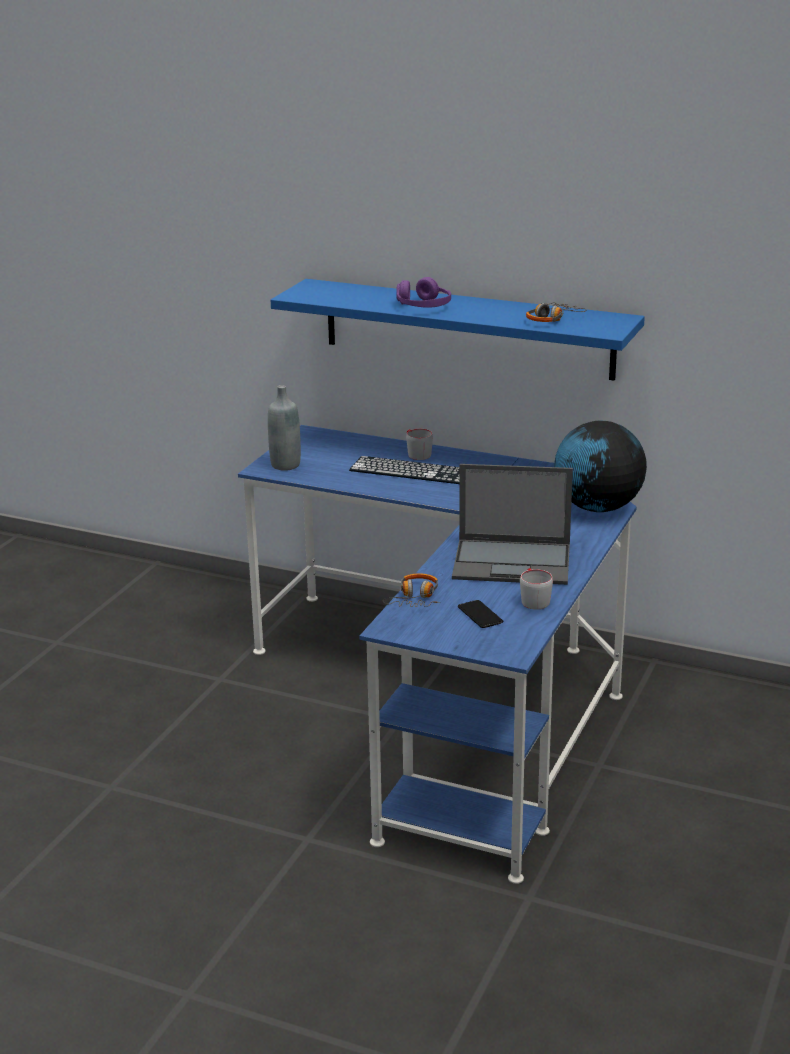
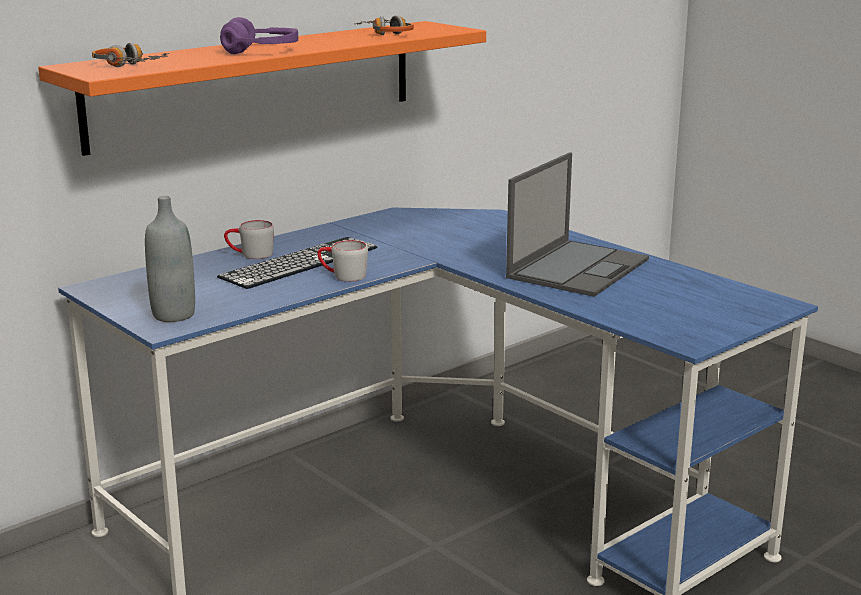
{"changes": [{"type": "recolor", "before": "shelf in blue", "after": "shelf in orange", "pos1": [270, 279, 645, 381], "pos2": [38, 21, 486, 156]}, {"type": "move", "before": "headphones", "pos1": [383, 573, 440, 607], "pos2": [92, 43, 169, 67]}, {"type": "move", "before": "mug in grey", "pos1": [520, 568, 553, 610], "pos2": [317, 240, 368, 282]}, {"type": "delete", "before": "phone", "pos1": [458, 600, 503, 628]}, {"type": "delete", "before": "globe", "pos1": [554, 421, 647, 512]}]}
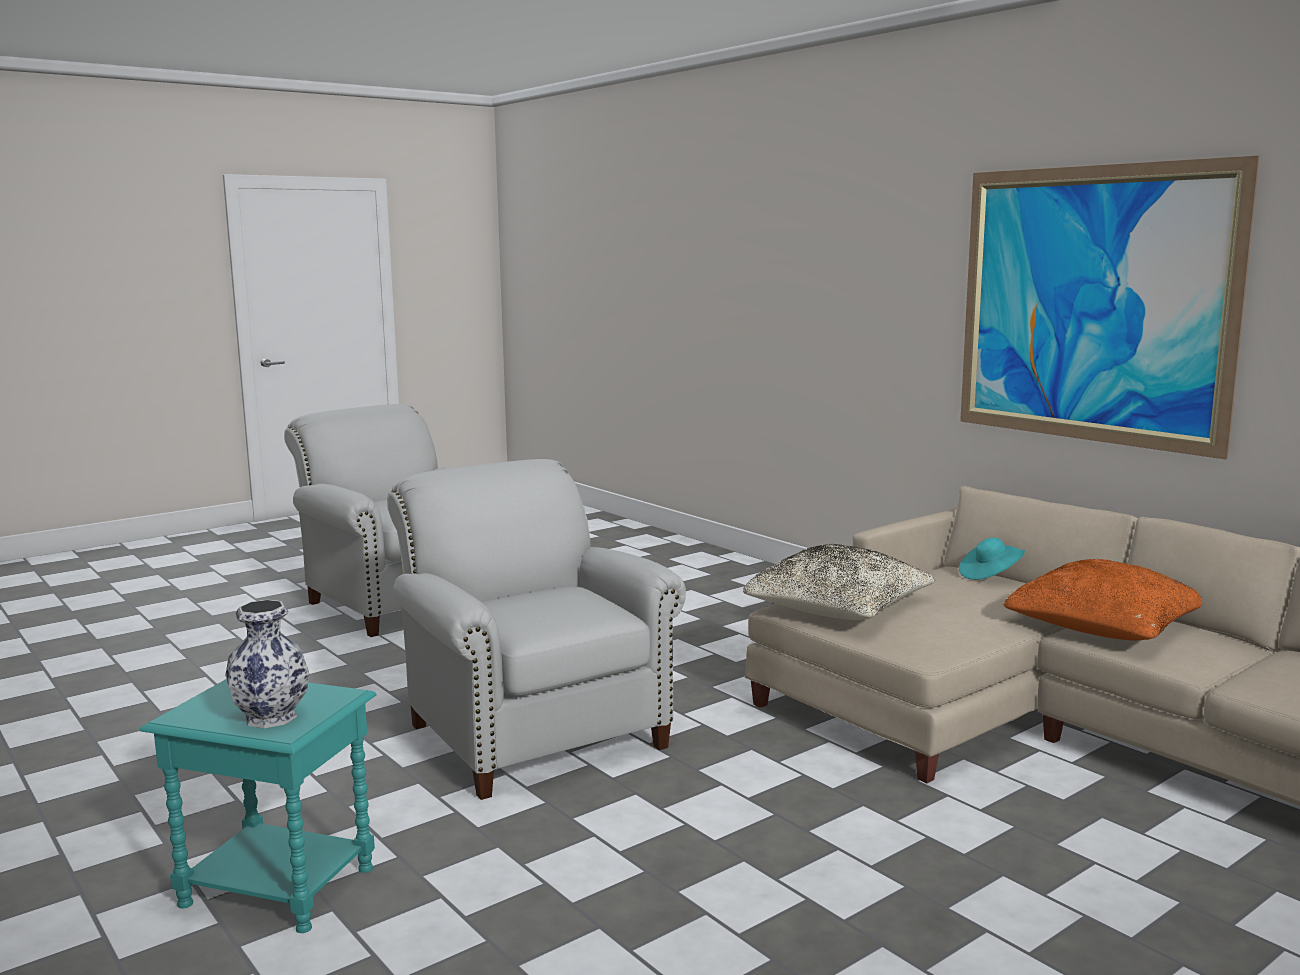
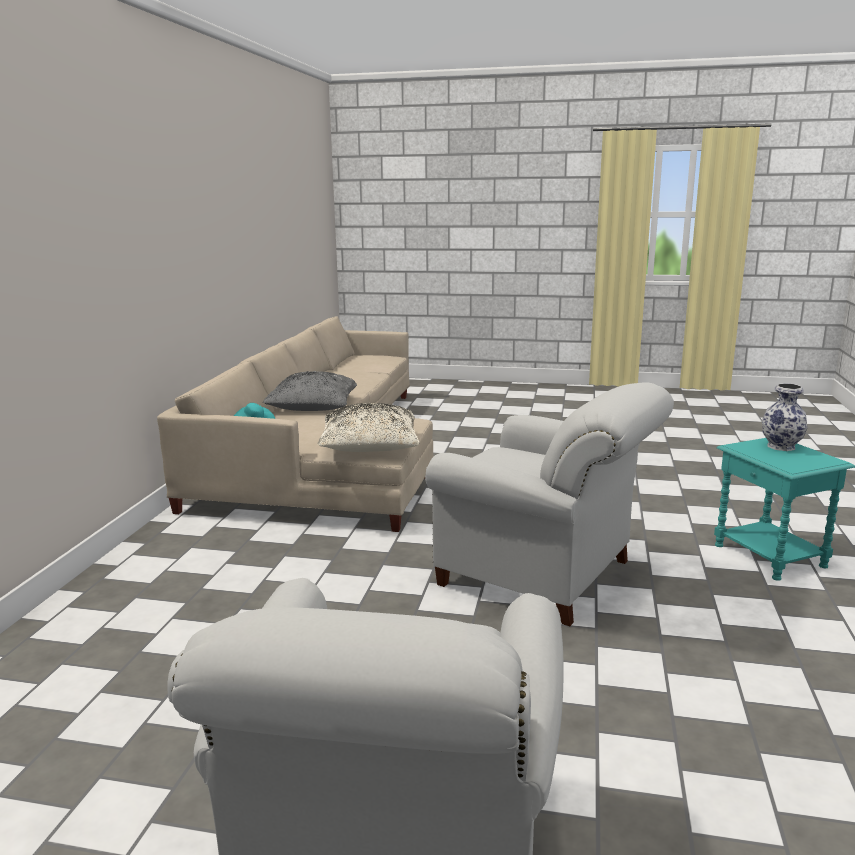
{"changes": [{"type": "recolor", "before": "pillow in orange", "after": "pillow in grey", "pos1": [1004, 559, 1202, 641], "pos2": [262, 371, 357, 411]}, {"type": "rotate", "before": "armchair in white", "pos1": [387, 459, 686, 800], "pos2": [425, 382, 674, 626], "turn": -75}, {"type": "delete", "before": "picture", "pos1": [960, 155, 1260, 460]}]}
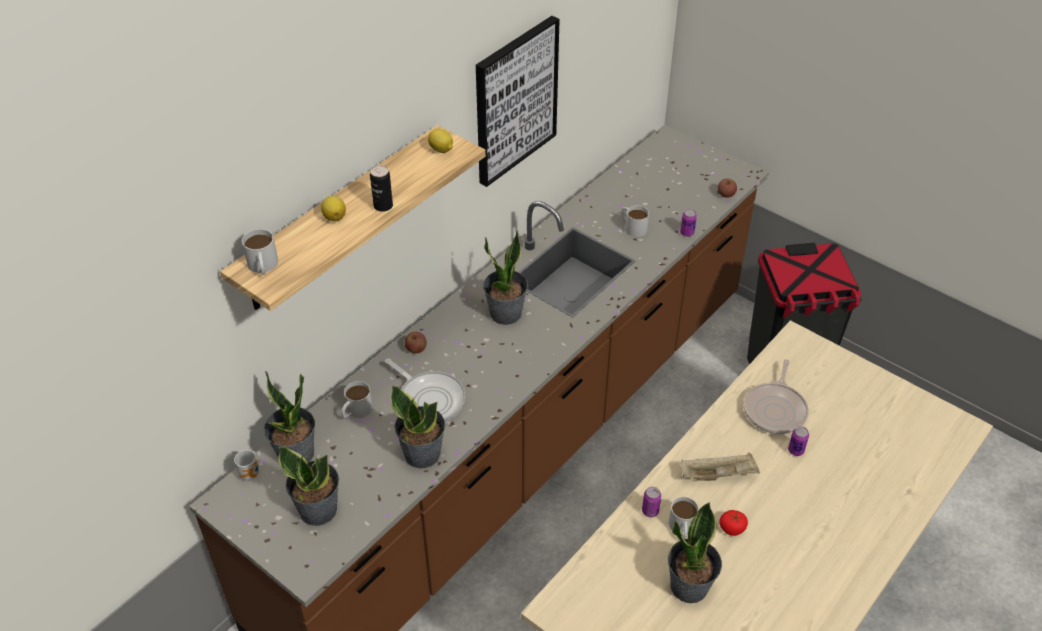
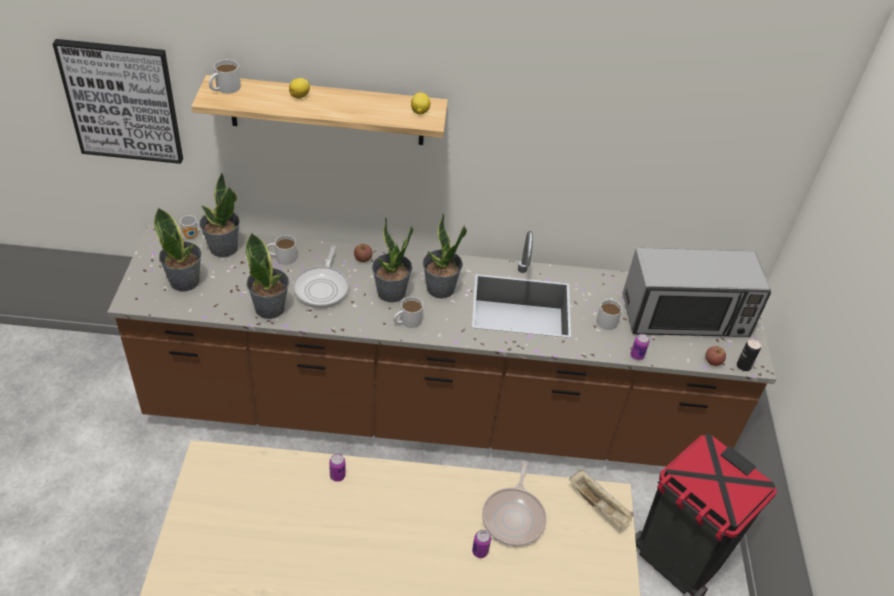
{"changes": [{"type": "move", "before": "picture", "pos1": [476, 16, 560, 187], "pos2": [52, 39, 183, 164]}, {"type": "move", "before": "potted plant", "pos1": [668, 502, 722, 603], "pos2": [372, 217, 414, 302]}, {"type": "move", "before": "mug in white", "pos1": [669, 497, 699, 539], "pos2": [394, 297, 423, 328]}, {"type": "rotate", "before": "frying pan", "pos1": [744, 359, 809, 434], "pos2": [482, 461, 547, 546], "turn": -60}, {"type": "move", "before": "tray in beige", "pos1": [680, 452, 760, 481], "pos2": [569, 470, 634, 530]}, {"type": "insert", "after": "microwave", "pos2": [623, 248, 771, 337]}, {"type": "move", "before": "can", "pos1": [370, 165, 393, 212], "pos2": [737, 339, 762, 371]}, {"type": "delete", "before": "tomato", "pos1": [719, 510, 748, 536]}]}
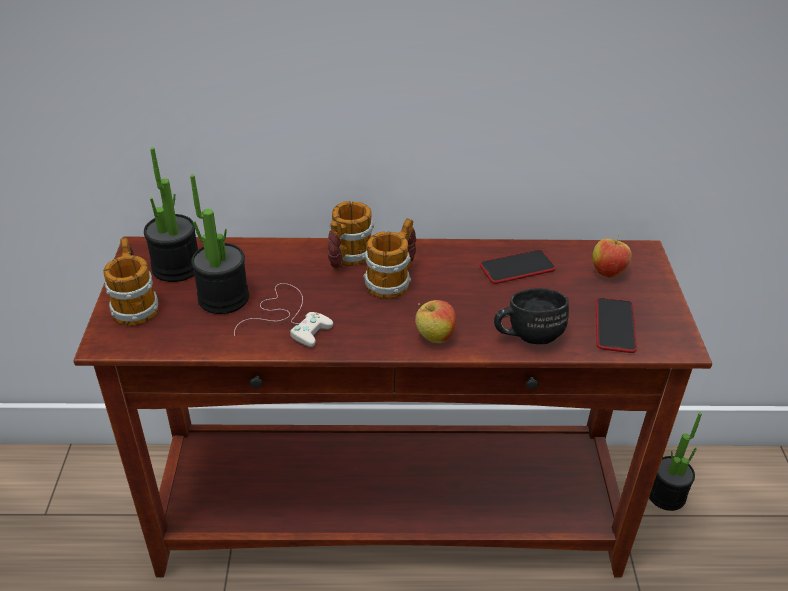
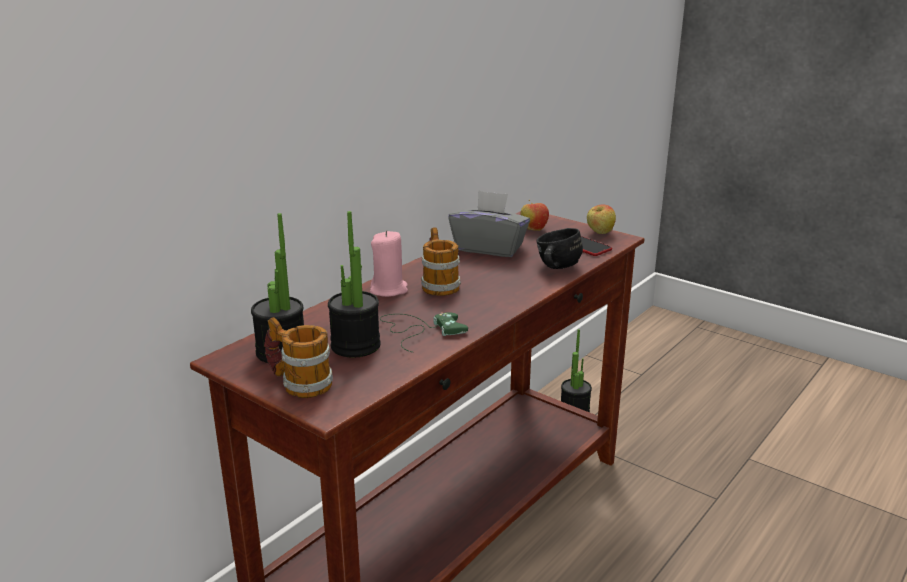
{"changes": [{"type": "replace", "before": "mug", "after": "candle in pink", "pos1": [328, 201, 374, 270], "pos2": [370, 230, 408, 297]}, {"type": "recolor", "before": "game controller in white", "after": "game controller in green", "pos1": [234, 283, 333, 347], "pos2": [380, 312, 468, 353]}, {"type": "replace", "before": "phone", "after": "tissue box in grey", "pos1": [480, 249, 556, 284], "pos2": [448, 190, 530, 257]}, {"type": "move", "before": "apple", "pos1": [415, 300, 456, 343], "pos2": [587, 205, 616, 234]}]}
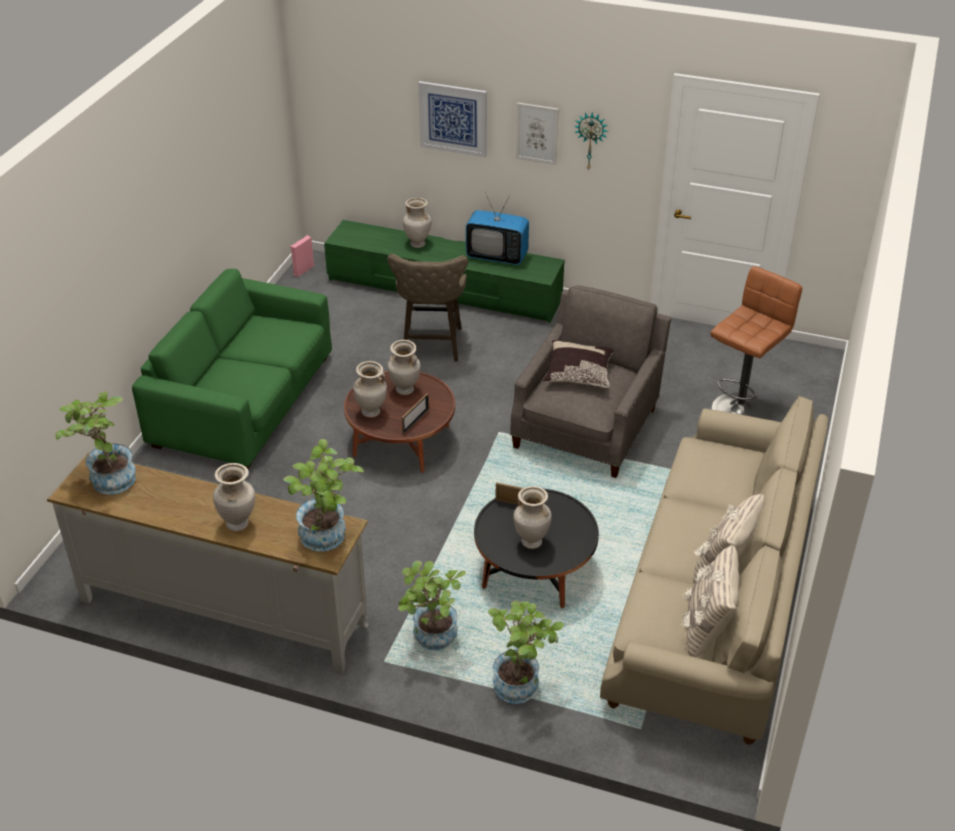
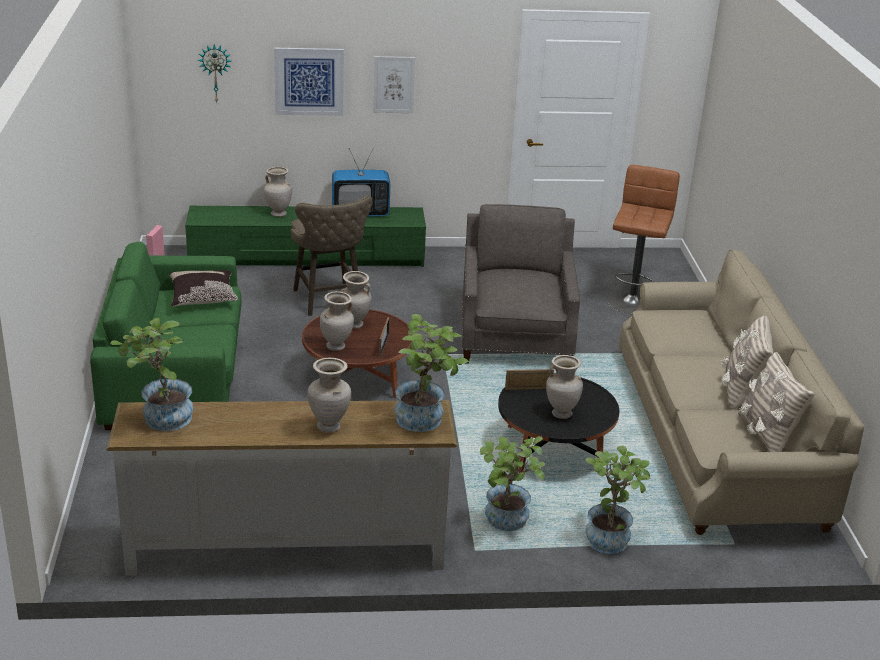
{"changes": [{"type": "move", "before": "pillow", "pos1": [543, 340, 614, 388], "pos2": [169, 270, 238, 306]}, {"type": "move", "before": "wall clock", "pos1": [574, 112, 609, 171], "pos2": [198, 44, 231, 104]}]}
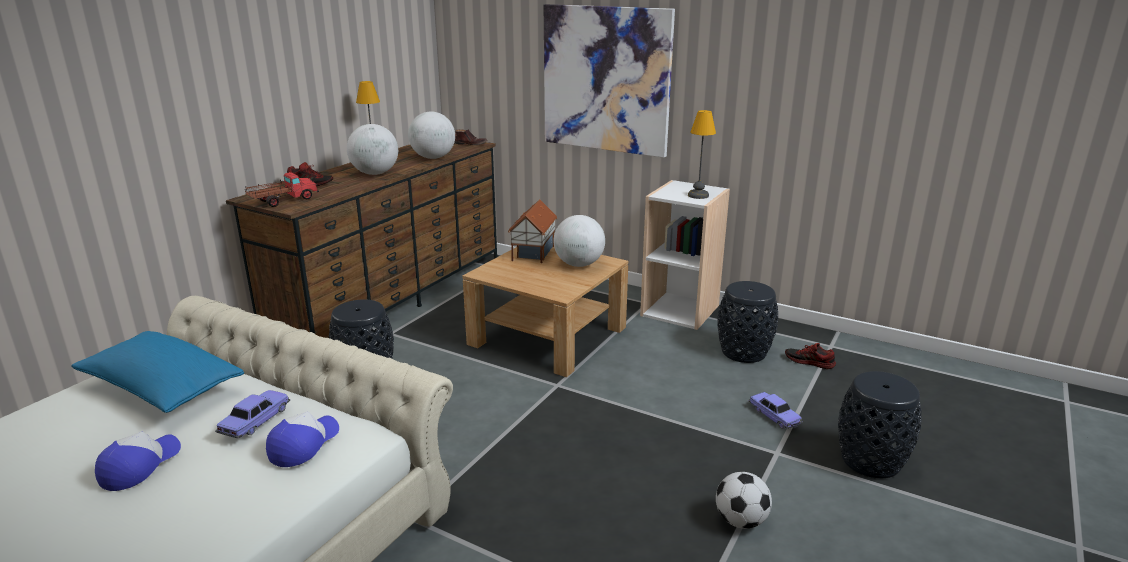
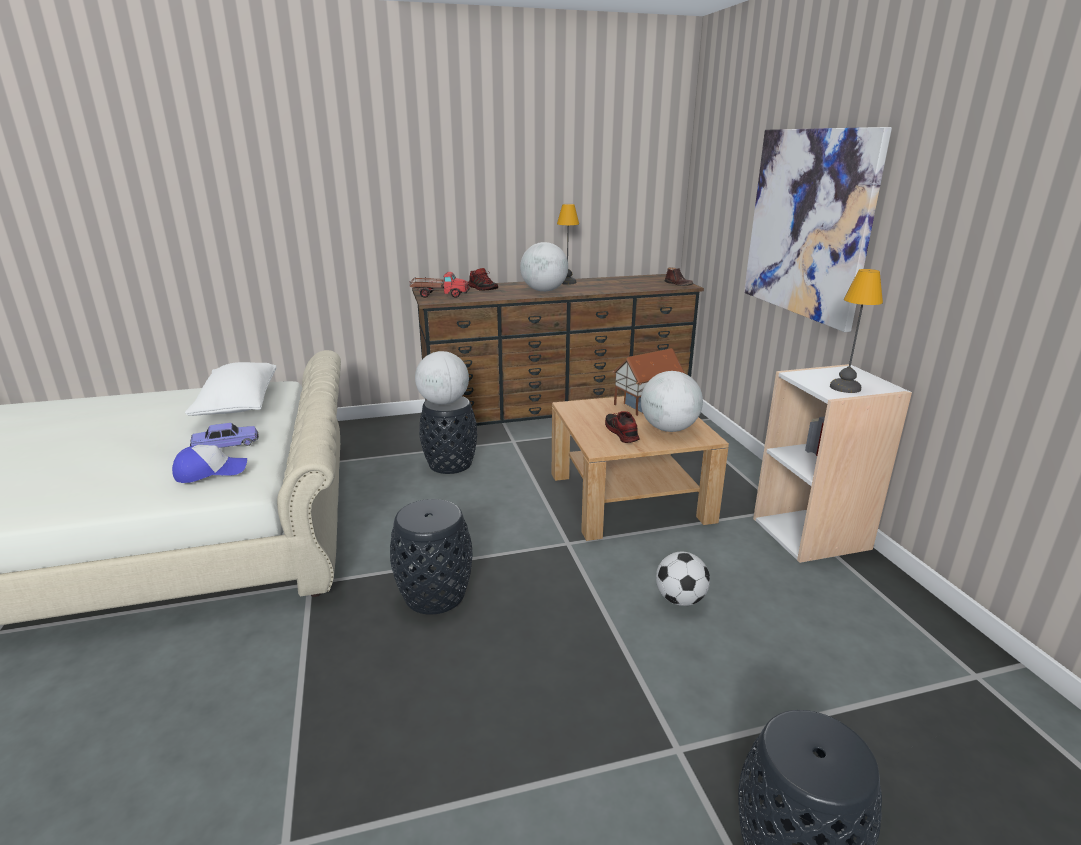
{"changes": [{"type": "recolor", "before": "pillow in blue", "after": "pillow in white", "pos1": [71, 331, 244, 413], "pos2": [185, 362, 277, 416]}, {"type": "move", "before": "stool in black", "pos1": [717, 281, 778, 363], "pos2": [390, 499, 472, 615]}, {"type": "move", "before": "globe", "pos1": [408, 112, 455, 159], "pos2": [415, 351, 469, 405]}, {"type": "move", "before": "shoe", "pos1": [785, 343, 836, 369], "pos2": [605, 411, 640, 443]}, {"type": "move", "before": "football", "pos1": [716, 472, 772, 529], "pos2": [656, 552, 710, 606]}, {"type": "delete", "before": "cap", "pos1": [95, 432, 181, 491]}, {"type": "delete", "before": "toy car", "pos1": [748, 392, 803, 429]}]}
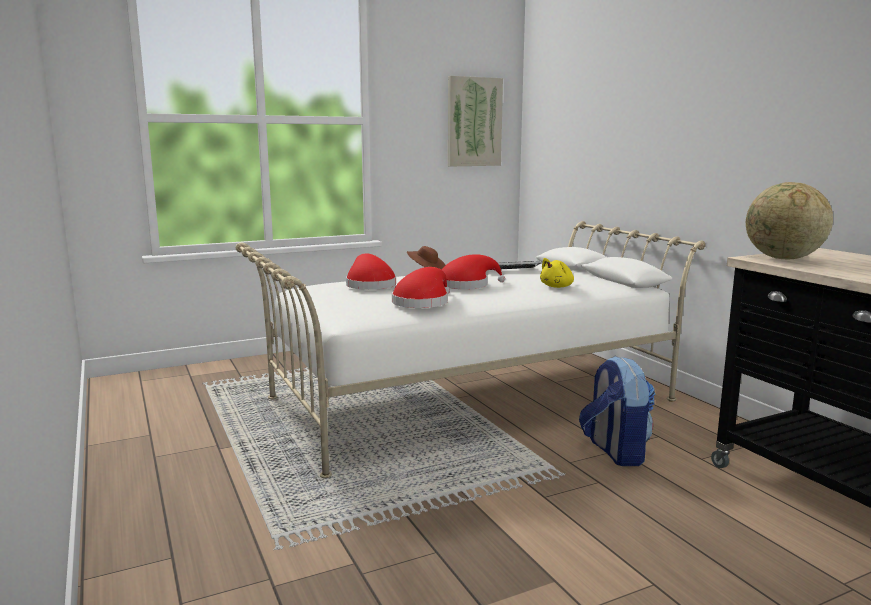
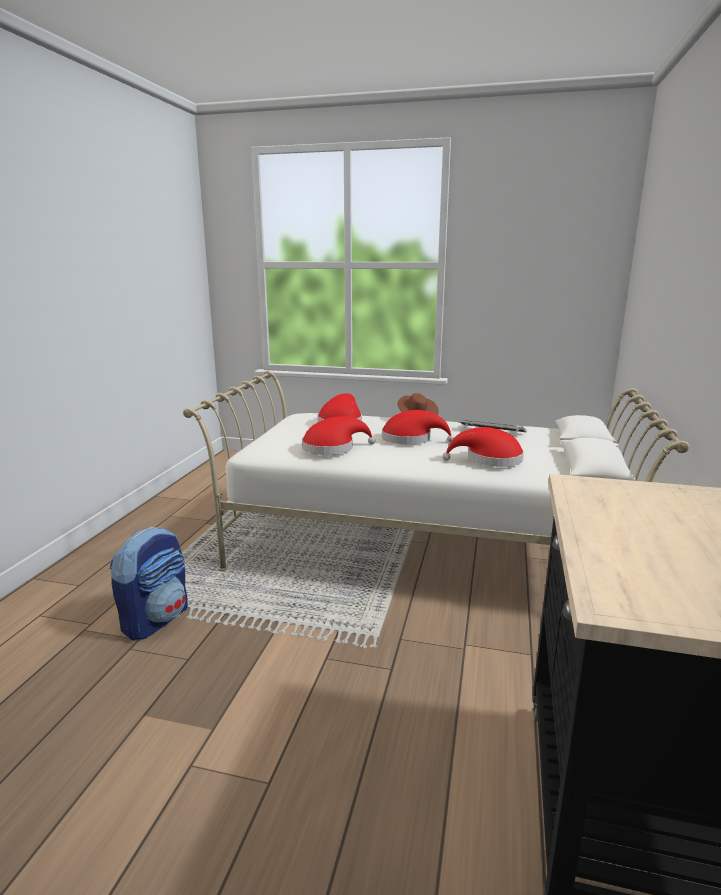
{"changes": [{"type": "move", "before": "backpack", "pos1": [579, 356, 656, 466], "pos2": [110, 527, 188, 640]}, {"type": "replace", "before": "plush toy in yellow", "after": "hat in red", "pos1": [540, 258, 574, 288], "pos2": [442, 427, 524, 467]}, {"type": "delete", "before": "picture", "pos1": [448, 76, 503, 167]}, {"type": "delete", "before": "globe", "pos1": [746, 182, 833, 259]}]}
